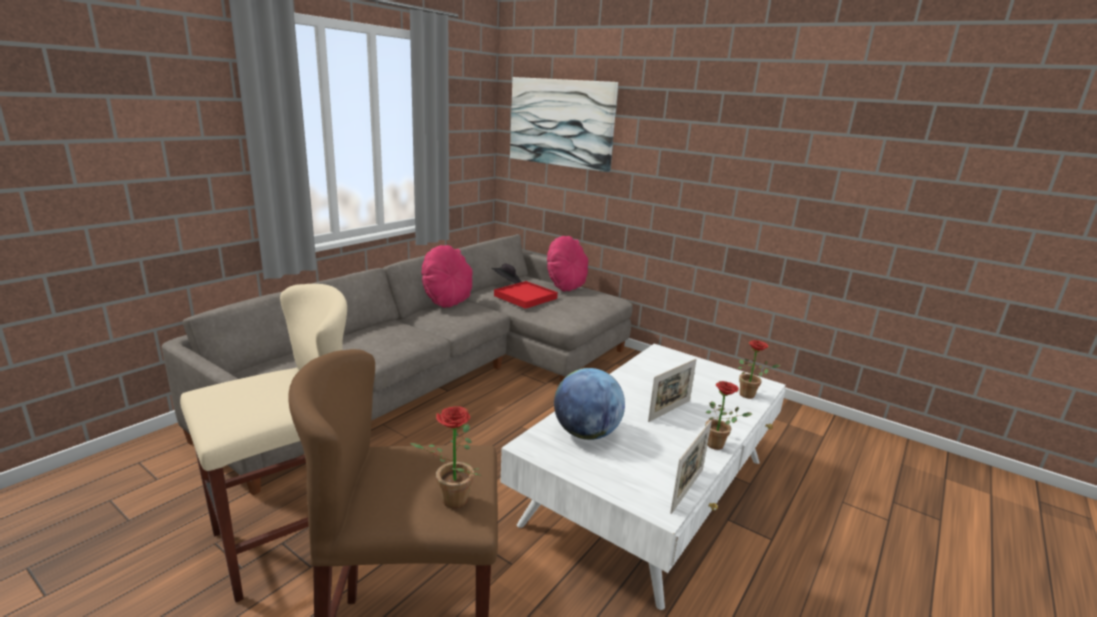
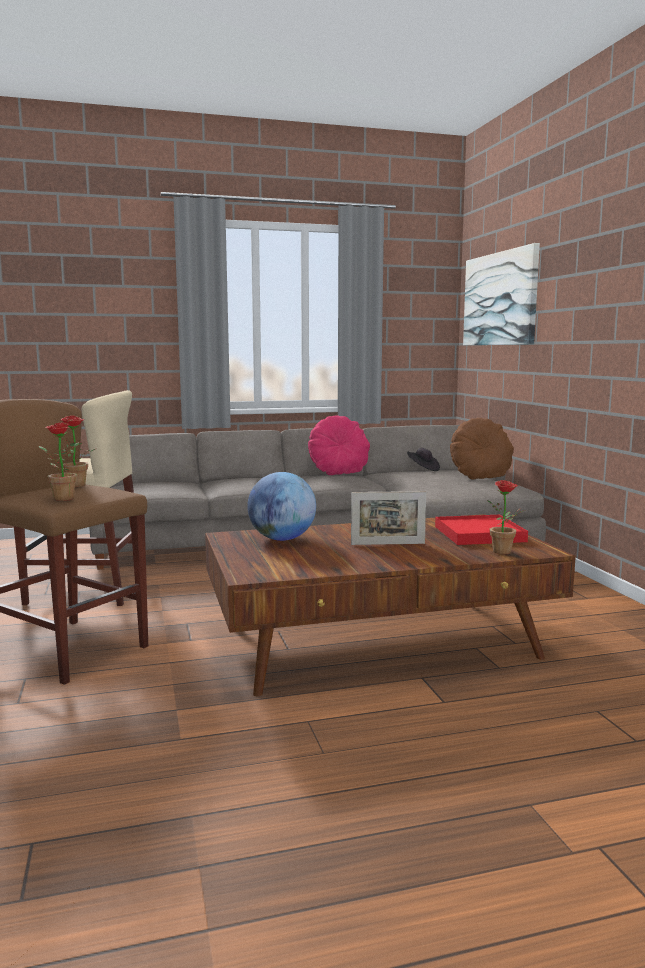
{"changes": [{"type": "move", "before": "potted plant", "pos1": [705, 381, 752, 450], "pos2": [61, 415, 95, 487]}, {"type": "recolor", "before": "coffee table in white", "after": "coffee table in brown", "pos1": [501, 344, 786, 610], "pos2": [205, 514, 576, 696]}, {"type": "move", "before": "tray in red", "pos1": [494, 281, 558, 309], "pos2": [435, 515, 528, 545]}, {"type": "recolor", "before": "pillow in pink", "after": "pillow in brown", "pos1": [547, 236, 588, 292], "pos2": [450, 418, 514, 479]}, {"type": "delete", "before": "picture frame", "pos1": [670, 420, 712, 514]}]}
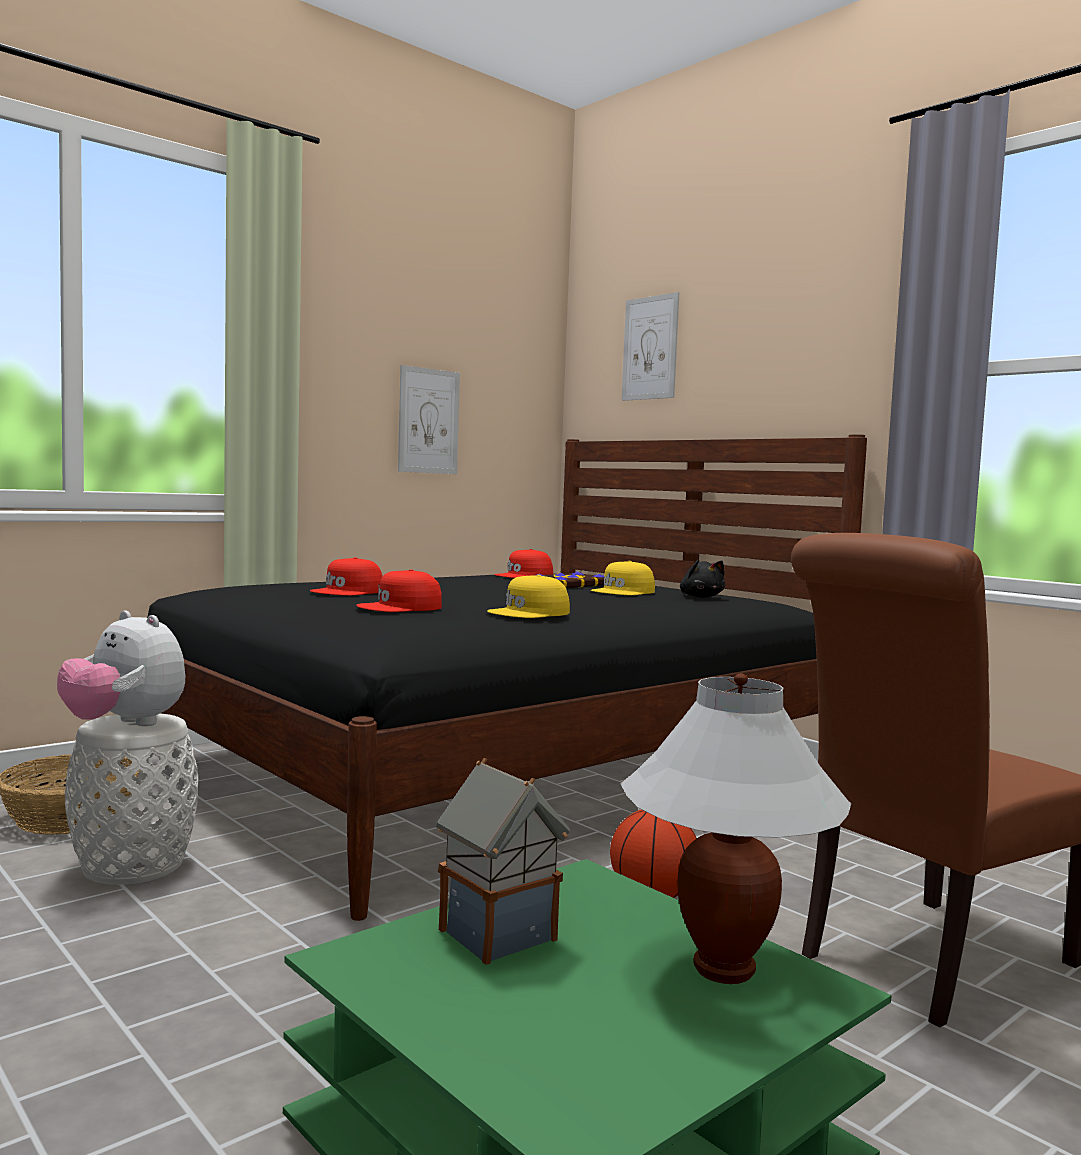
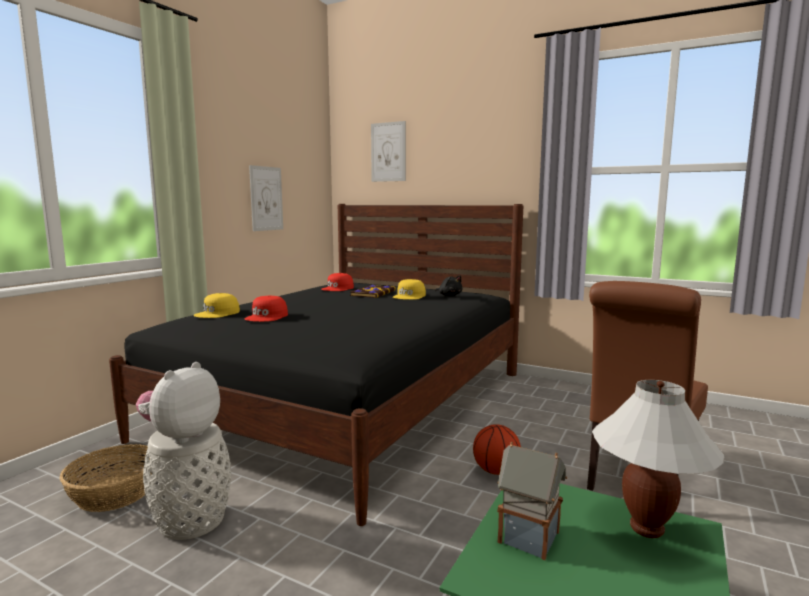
{"changes": [{"type": "rotate", "before": "plush toy", "pos1": [57, 610, 185, 726], "pos2": [136, 362, 220, 444], "turn": 105}, {"type": "move", "before": "cap in yellow", "pos1": [487, 575, 570, 618], "pos2": [193, 293, 240, 318]}, {"type": "delete", "before": "cap in red", "pos1": [356, 569, 442, 612]}]}
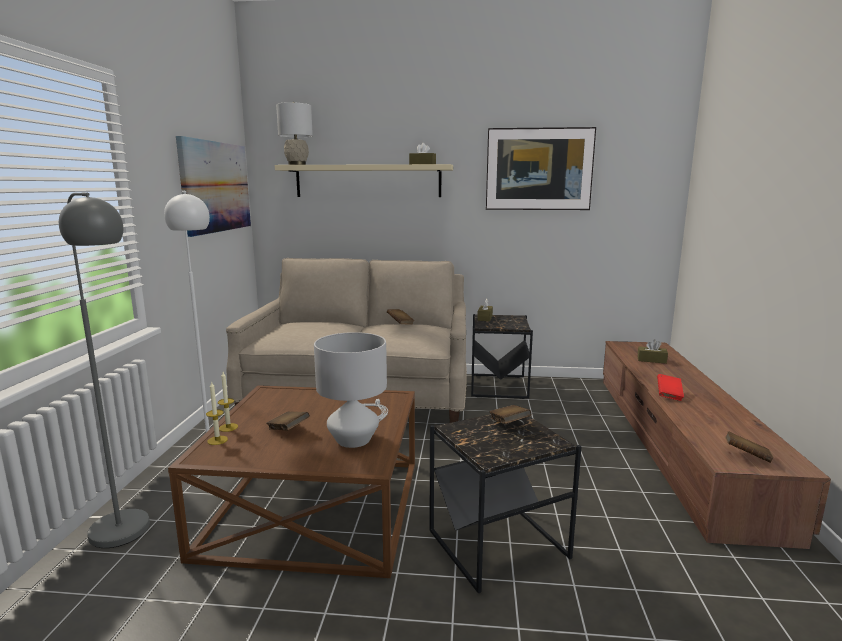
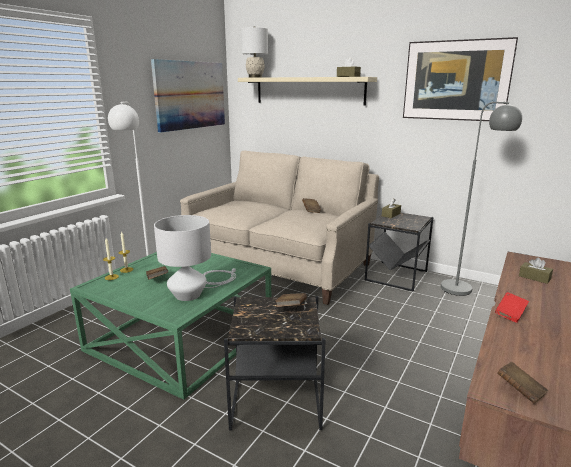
{"changes": [{"type": "recolor", "before": "coffee table in brown", "after": "coffee table in green", "pos1": [168, 385, 415, 578], "pos2": [70, 252, 271, 400]}, {"type": "move", "before": "floor lamp in grey", "pos1": [59, 192, 150, 548], "pos2": [441, 102, 522, 296]}]}
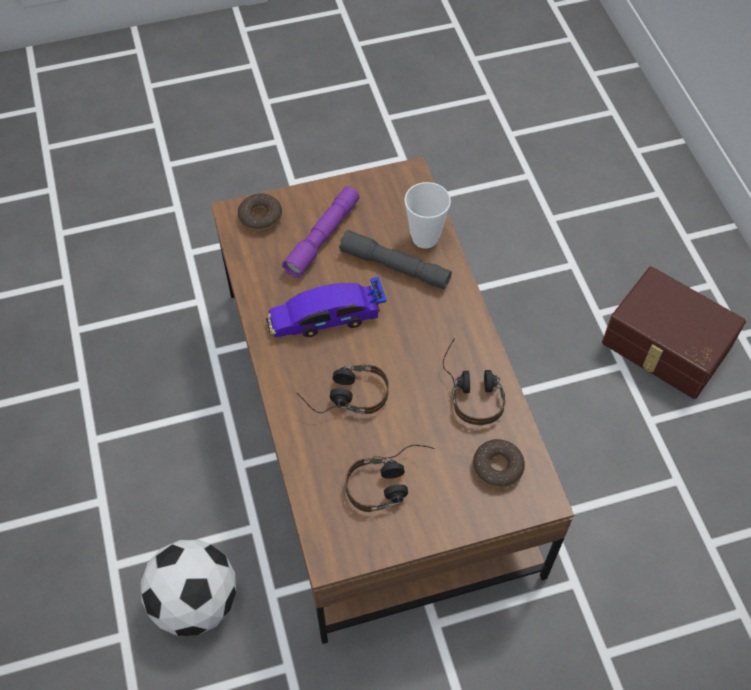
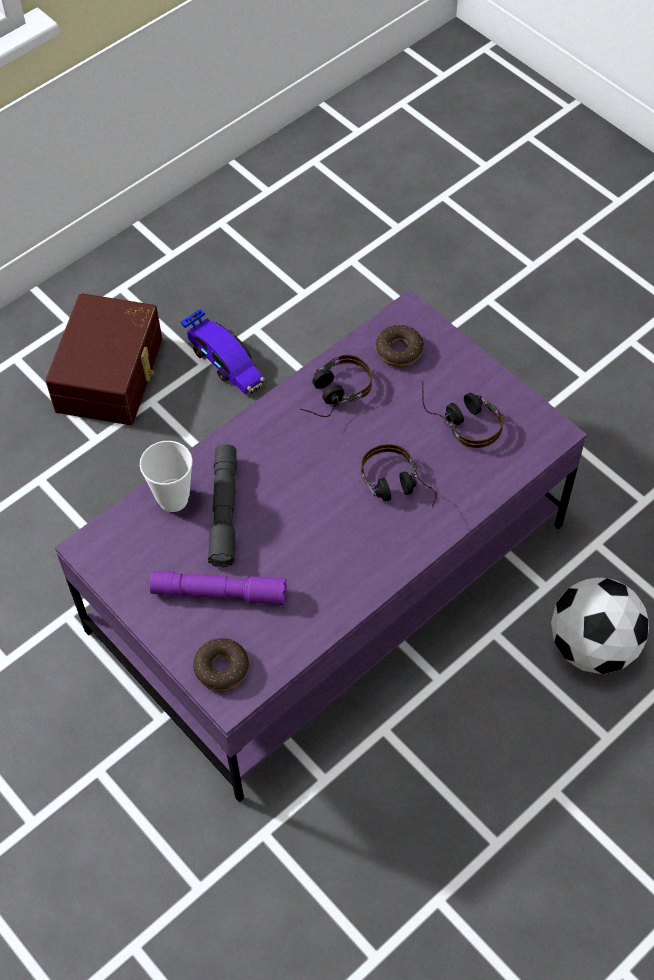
{"changes": [{"type": "recolor", "before": "coffee table in brown", "after": "coffee table in purple", "pos1": [211, 157, 574, 644], "pos2": [55, 289, 587, 802]}, {"type": "move", "before": "toy car", "pos1": [266, 277, 387, 337], "pos2": [181, 309, 265, 394]}]}
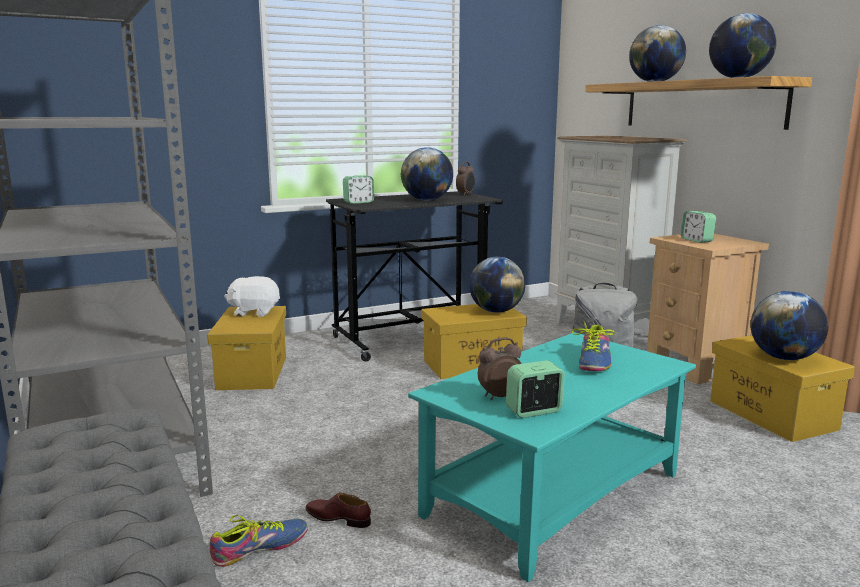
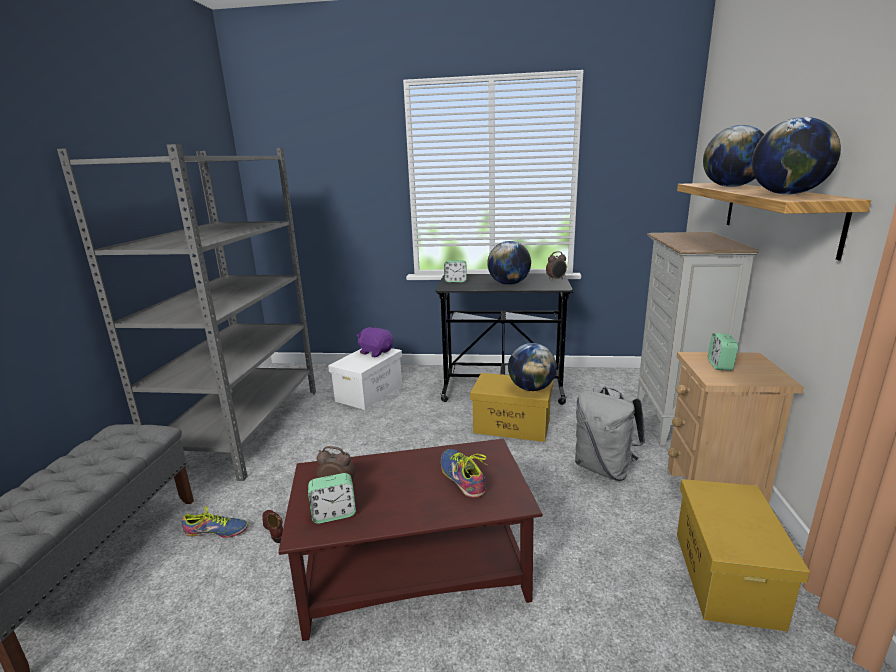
{"changes": [{"type": "recolor", "before": "coffee table in turquoise", "after": "coffee table in brown", "pos1": [408, 332, 696, 582], "pos2": [278, 439, 542, 641]}, {"type": "rotate", "before": "alarm clock", "pos1": [506, 360, 565, 418], "pos2": [308, 473, 356, 524], "turn": 150}, {"type": "recolor", "before": "storage box in yellow", "after": "storage box in white", "pos1": [207, 306, 286, 390], "pos2": [328, 348, 402, 410]}, {"type": "recolor", "before": "plush toy in white", "after": "plush toy in purple", "pos1": [224, 276, 280, 317], "pos2": [357, 326, 393, 357]}, {"type": "rotate", "before": "shoe", "pos1": [572, 320, 615, 371], "pos2": [441, 449, 487, 498], "turn": 105}, {"type": "delete", "before": "globe", "pos1": [751, 291, 828, 360]}]}
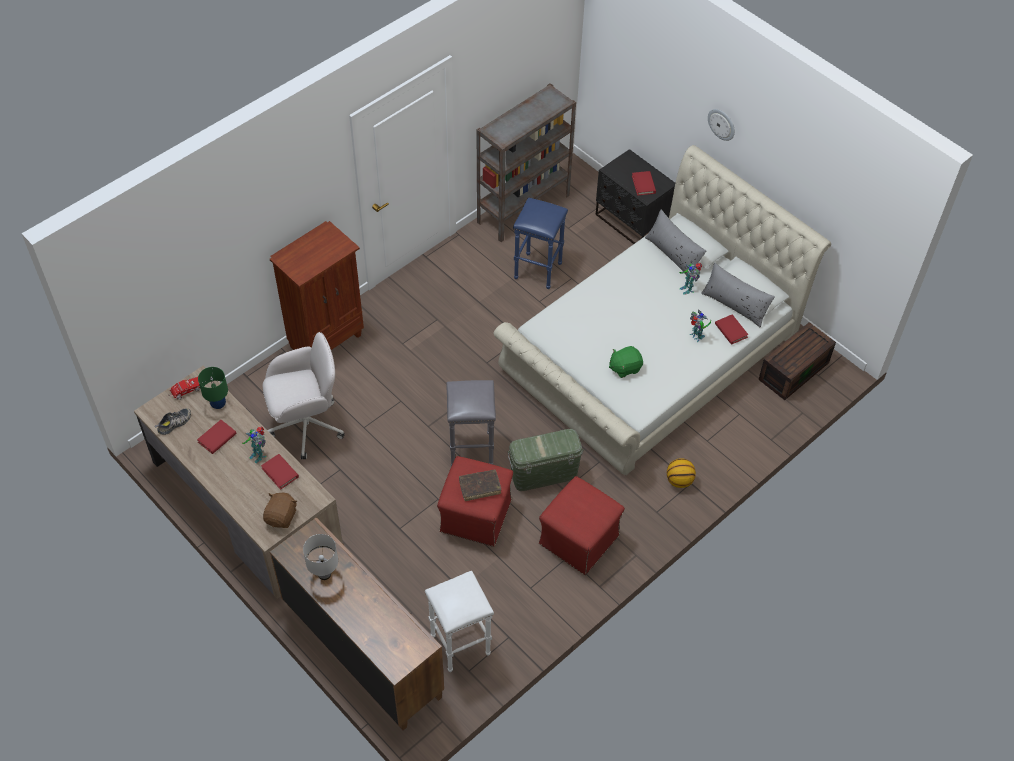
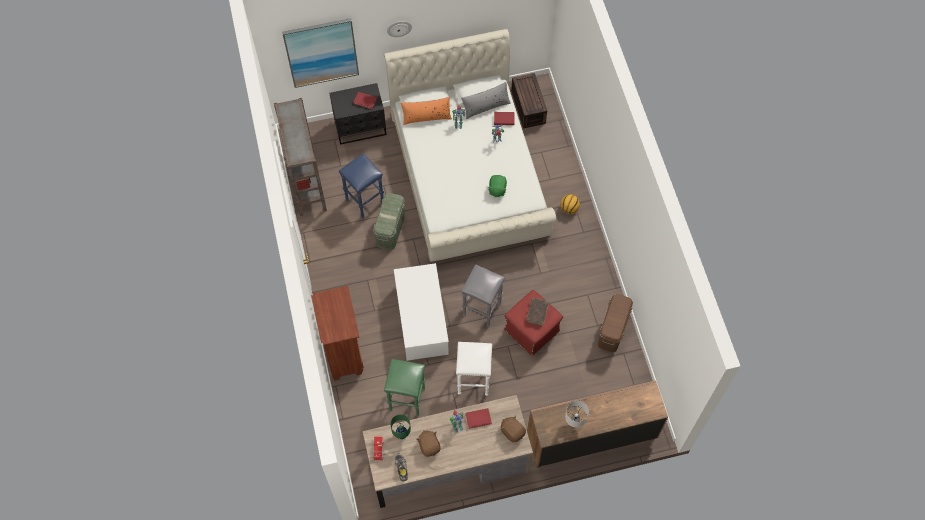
{"changes": [{"type": "insert", "after": "picture", "pos2": [282, 18, 359, 88]}, {"type": "move", "before": "storage box in green", "pos1": [507, 429, 584, 491], "pos2": [373, 193, 405, 250]}, {"type": "replace", "before": "office chair in white", "after": "stool in green", "pos1": [263, 332, 345, 459], "pos2": [384, 359, 425, 416]}, {"type": "insert", "after": "coffee table in white", "pos2": [394, 263, 449, 361]}, {"type": "recolor", "before": "pillow in grey", "after": "pillow in orange", "pos1": [645, 210, 706, 279], "pos2": [401, 97, 452, 125]}, {"type": "replace", "before": "book in red", "after": "plush toy in brown", "pos1": [197, 420, 237, 454], "pos2": [417, 430, 440, 457]}, {"type": "move", "before": "stool in white", "pos1": [425, 571, 494, 672], "pos2": [456, 342, 492, 396]}, {"type": "insert", "after": "storage box in brown", "pos2": [598, 294, 633, 352]}, {"type": "delete", "before": "ottoman in red", "pos1": [539, 476, 625, 575]}]}
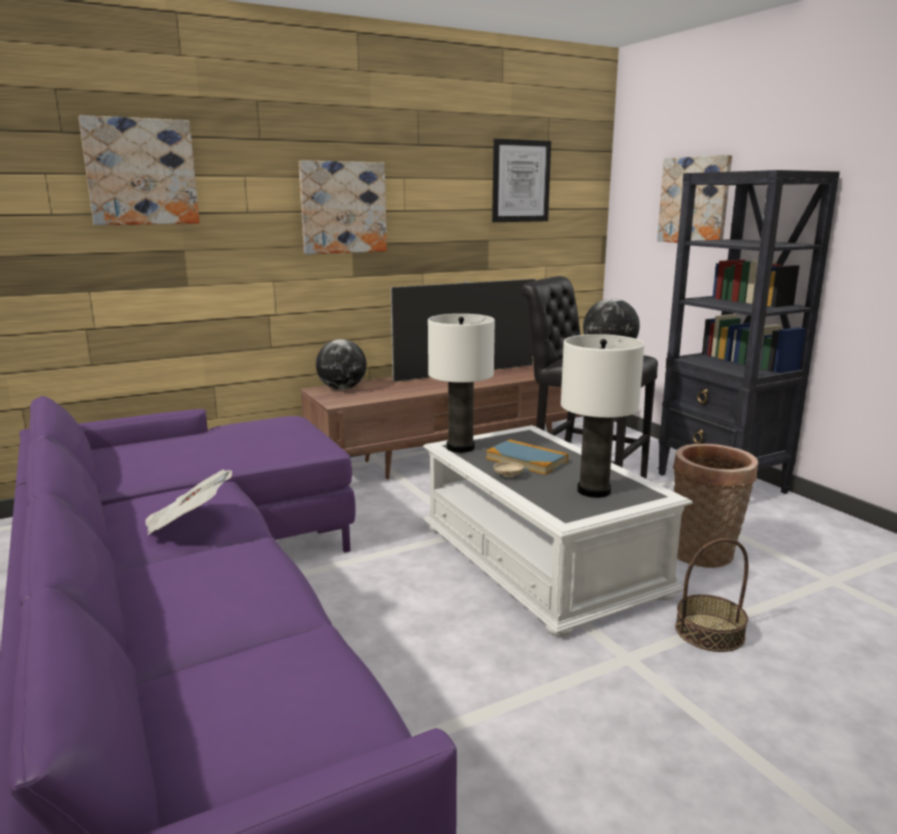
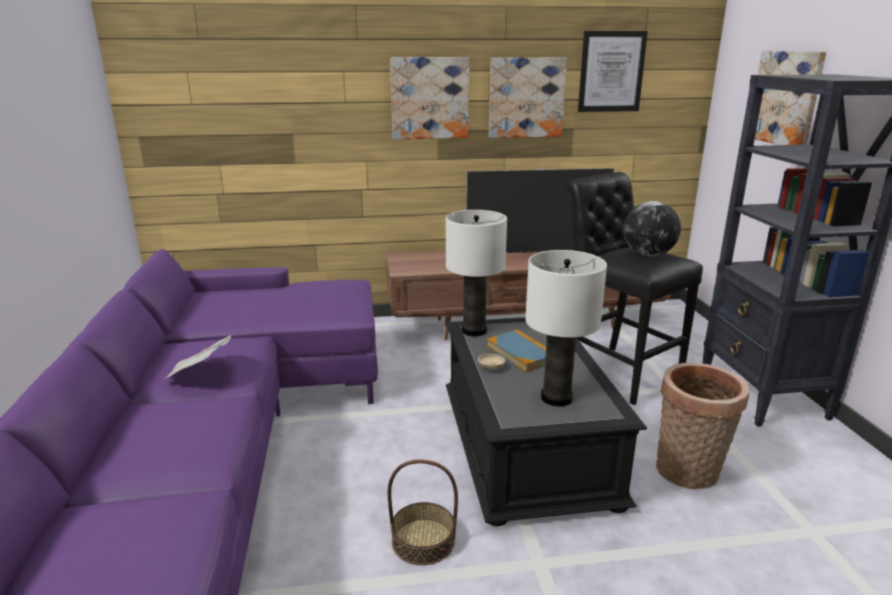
{"changes": [{"type": "move", "before": "basket", "pos1": [675, 538, 748, 652], "pos2": [388, 459, 458, 565]}, {"type": "recolor", "before": "coffee table in white", "after": "coffee table in black", "pos1": [423, 425, 693, 636], "pos2": [446, 317, 647, 526]}, {"type": "move", "before": "picture", "pos1": [78, 115, 200, 225], "pos2": [489, 57, 567, 138]}, {"type": "delete", "before": "globe", "pos1": [316, 339, 367, 390]}]}
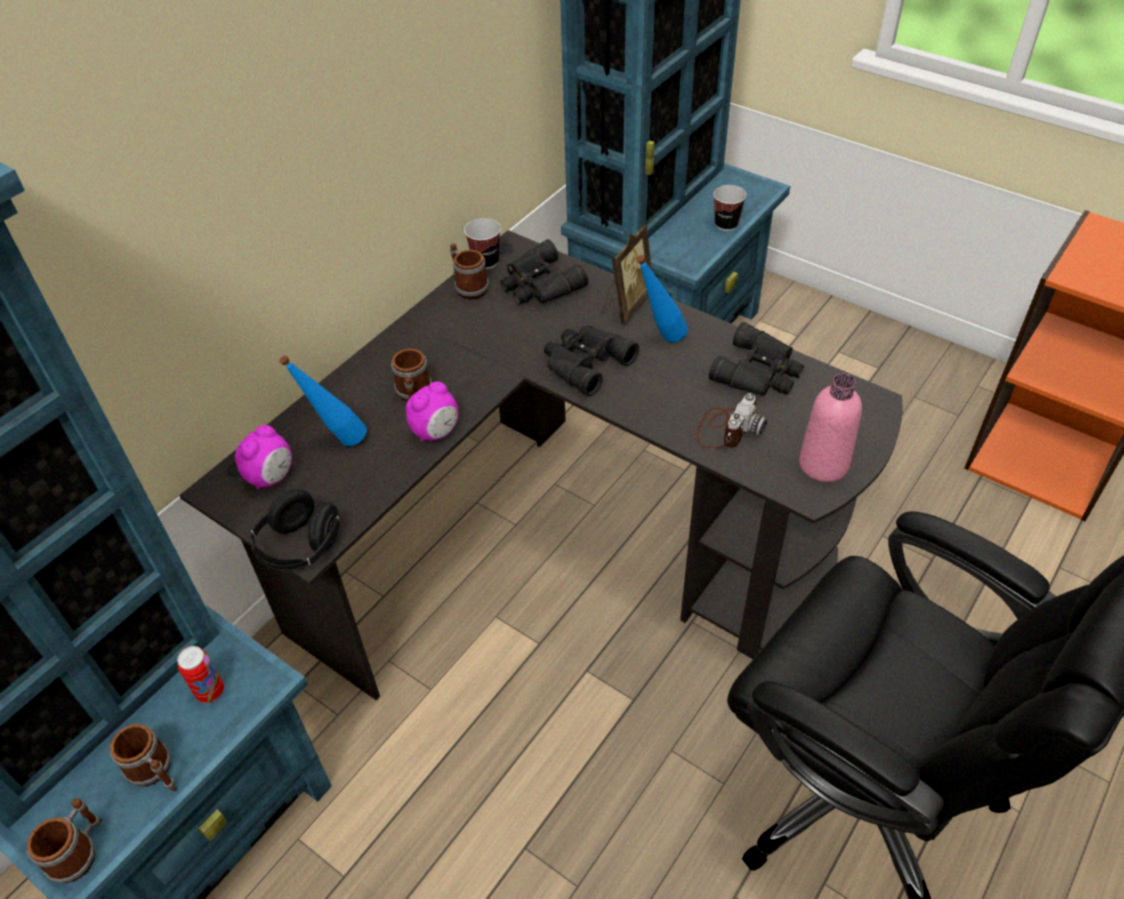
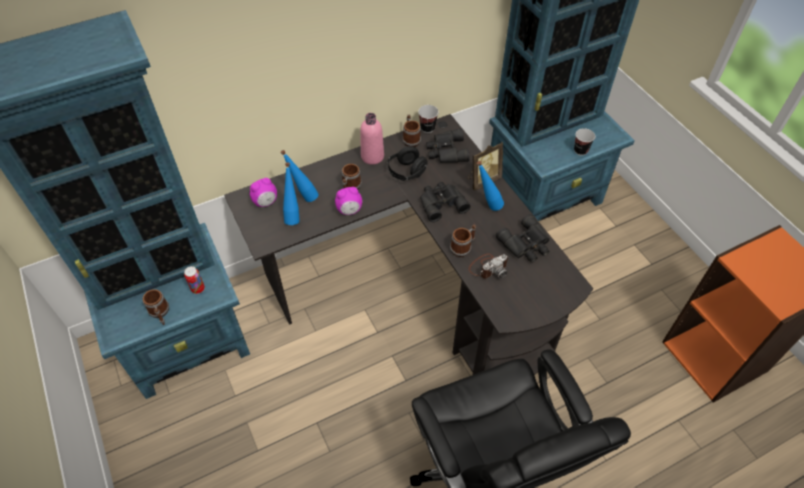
{"changes": [{"type": "insert", "after": "bottle in blue", "pos2": [283, 163, 300, 225]}, {"type": "move", "before": "bottle in pink", "pos1": [799, 373, 862, 482], "pos2": [360, 113, 384, 165]}, {"type": "move", "before": "headphones in black", "pos1": [250, 489, 340, 571], "pos2": [387, 146, 427, 181]}, {"type": "move", "before": "mug", "pos1": [27, 798, 102, 883], "pos2": [450, 224, 476, 257]}]}
